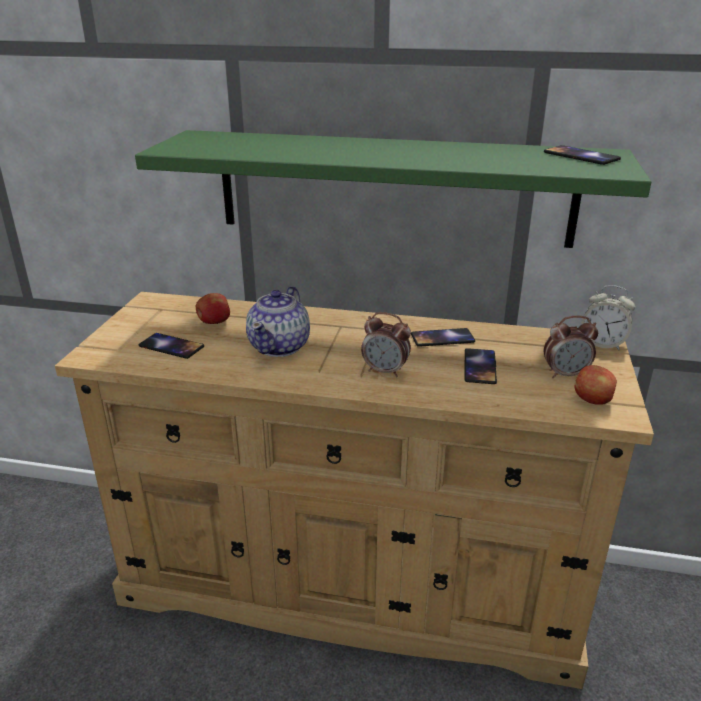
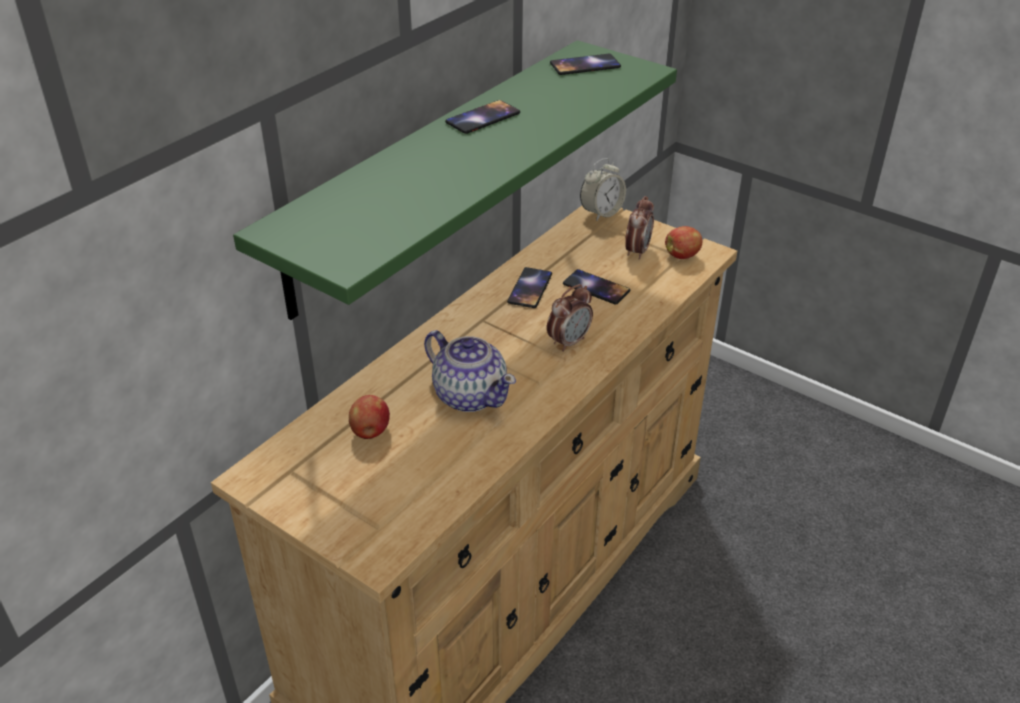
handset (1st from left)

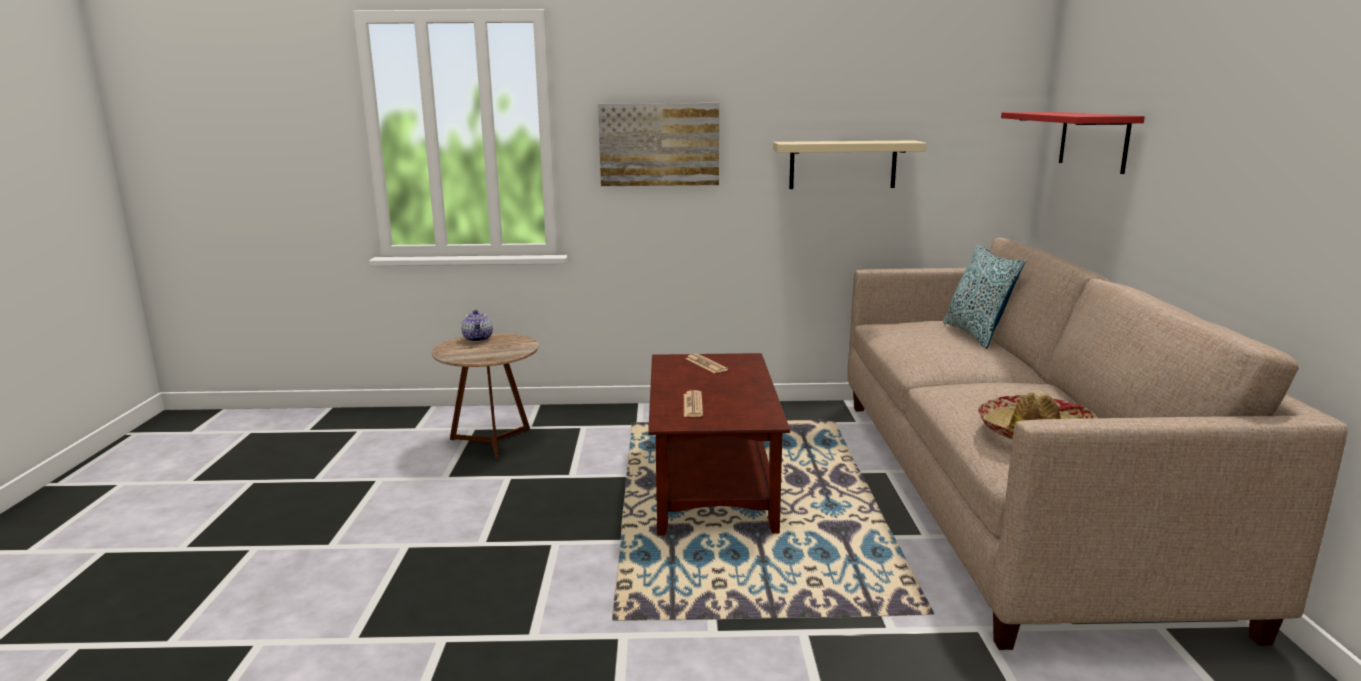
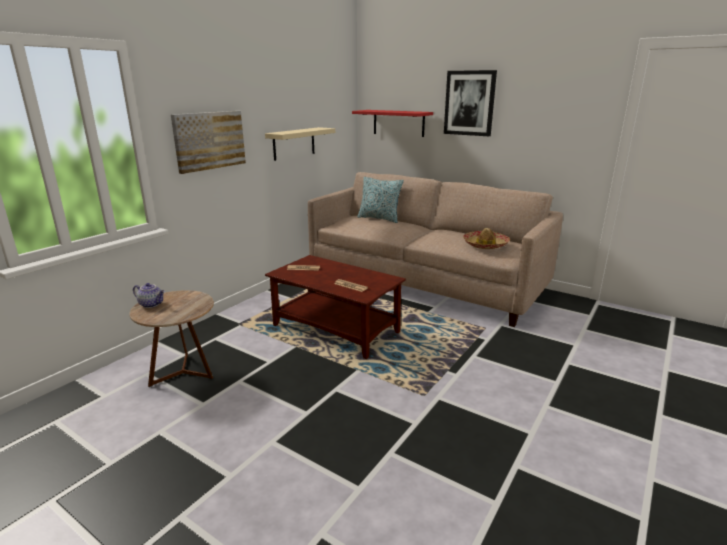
picture (2nd from left)

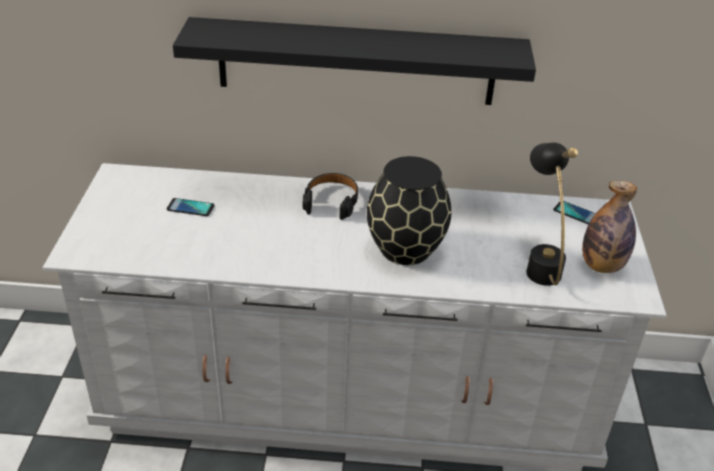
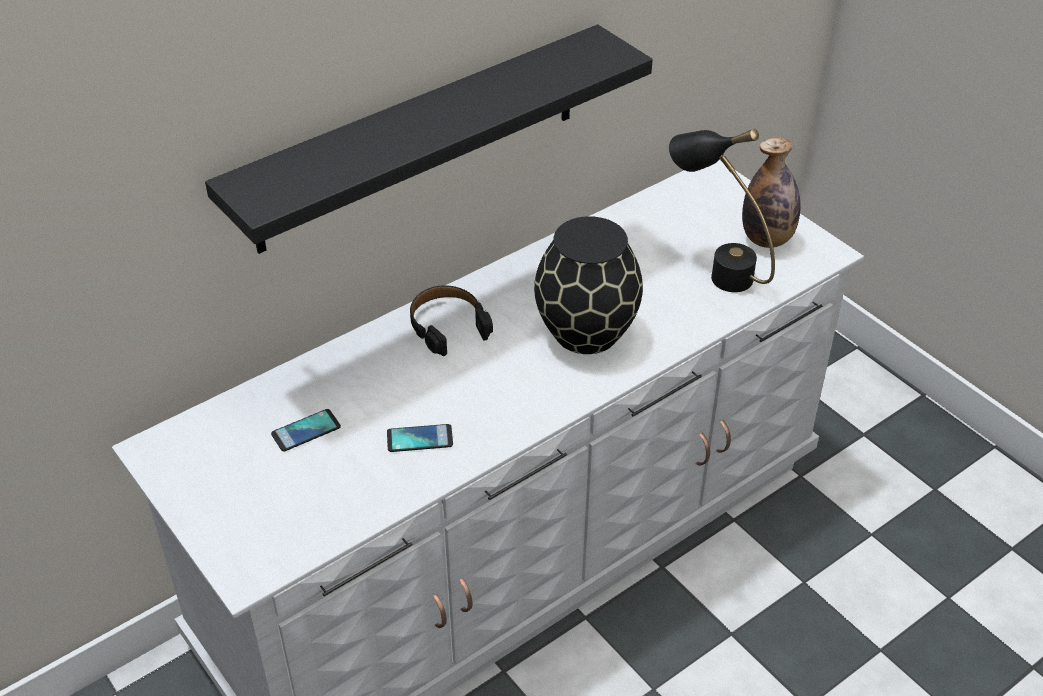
handset (2nd from left)

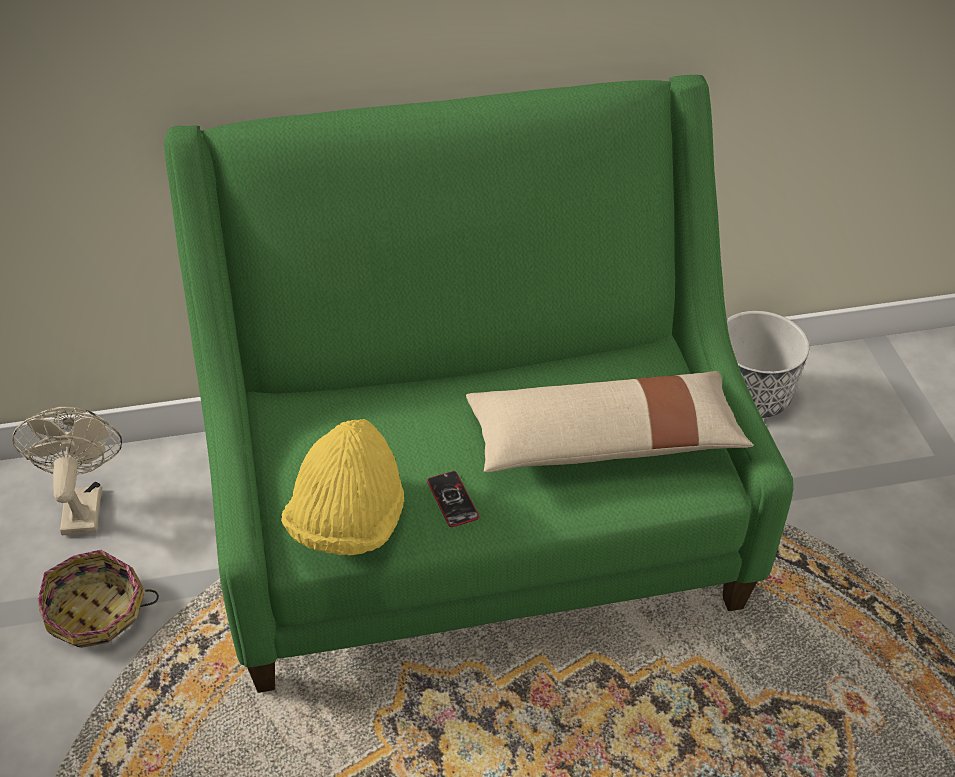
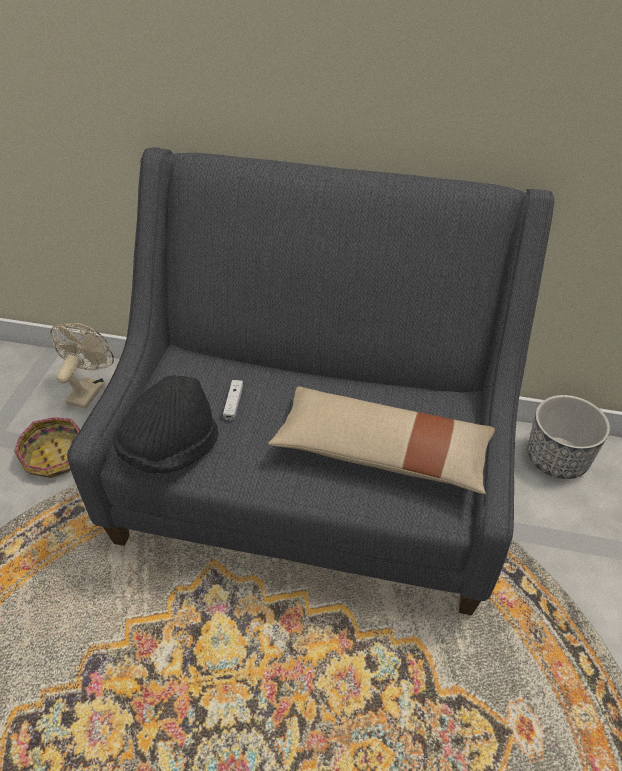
gray settee
black-coloured wearable hat
white-coloured joypad
handset

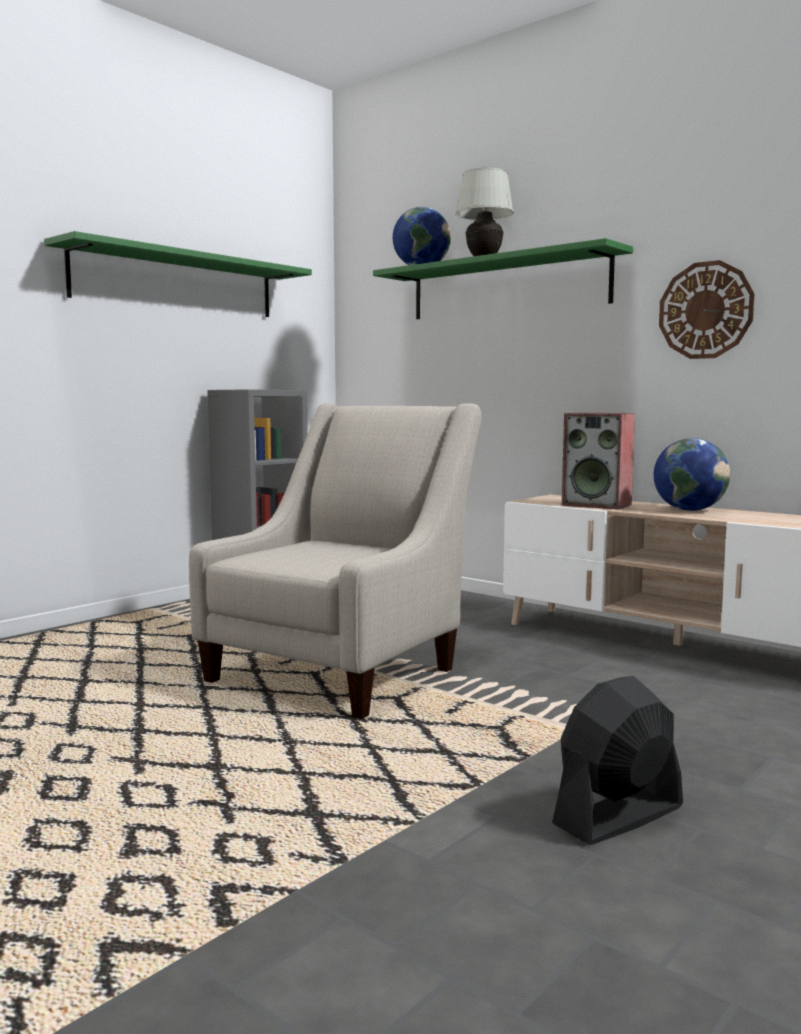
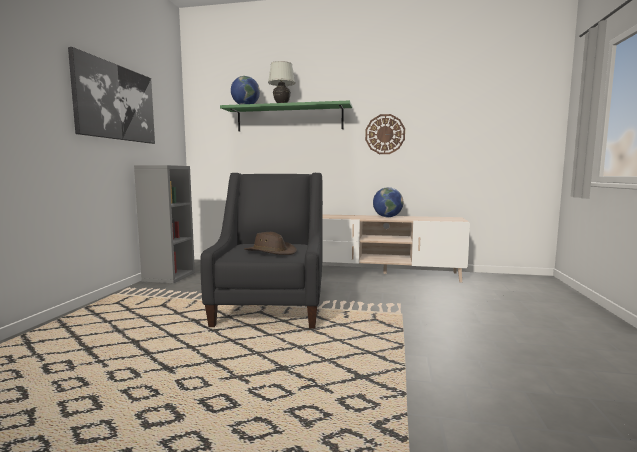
picture
black-coloured easy chair
brownish wearable hat
black-coloured fan
audio speaker

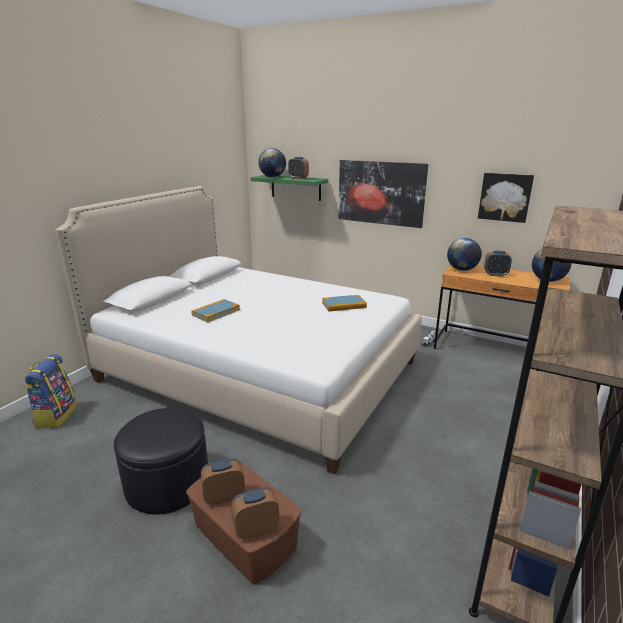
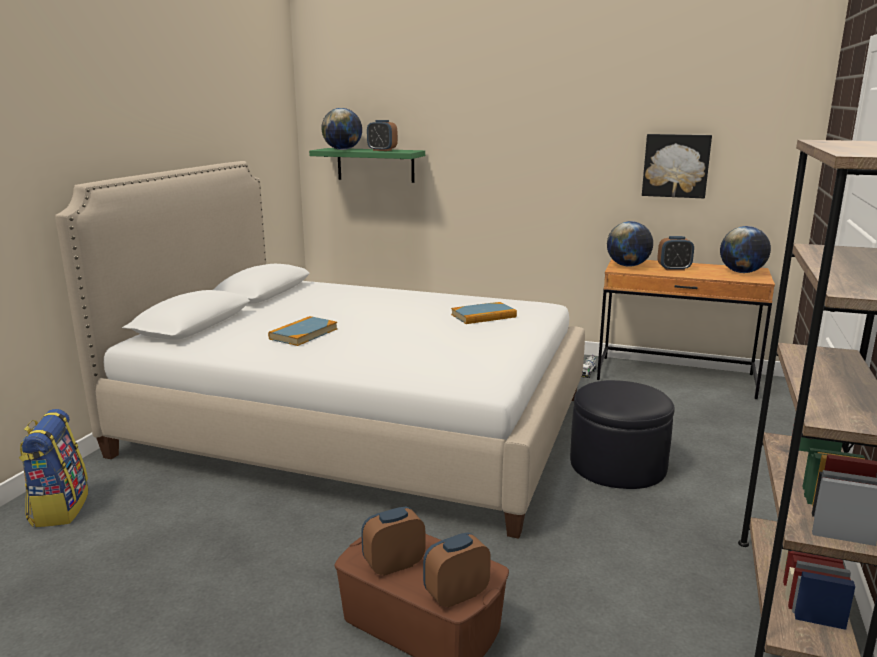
black-coloured ottoman
picture (1st from left in the first image)

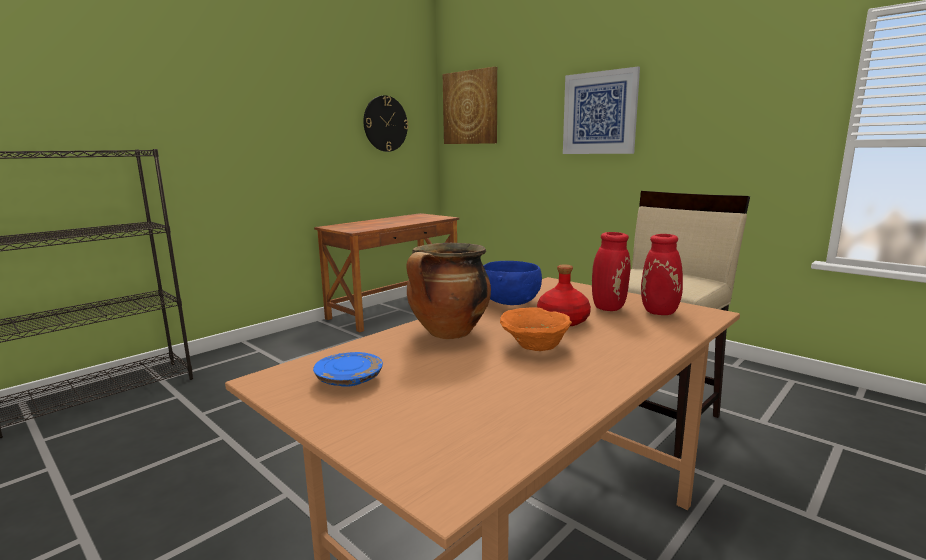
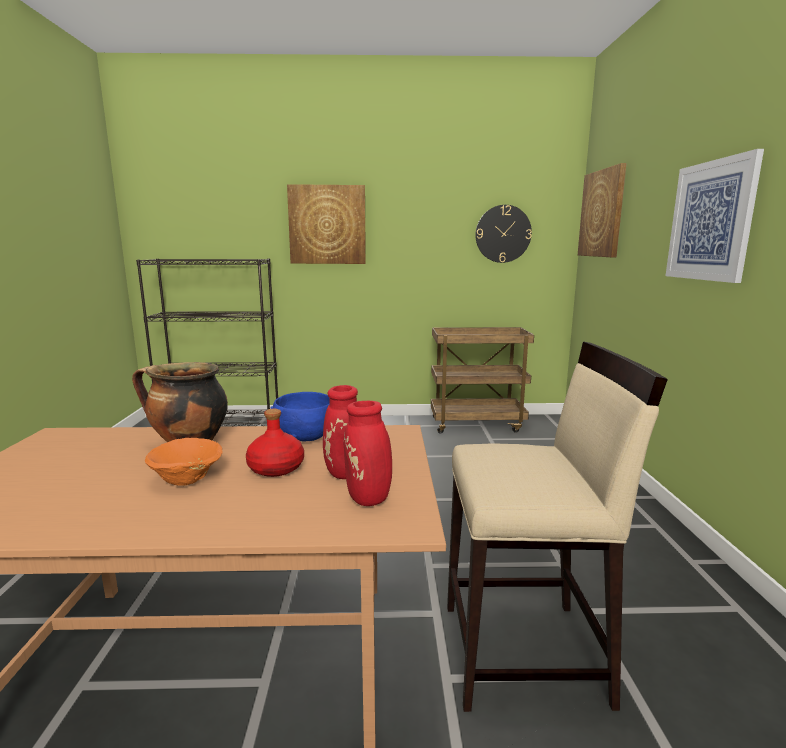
picture (1st from left)
brownish wheeled cart
blue dinner plate

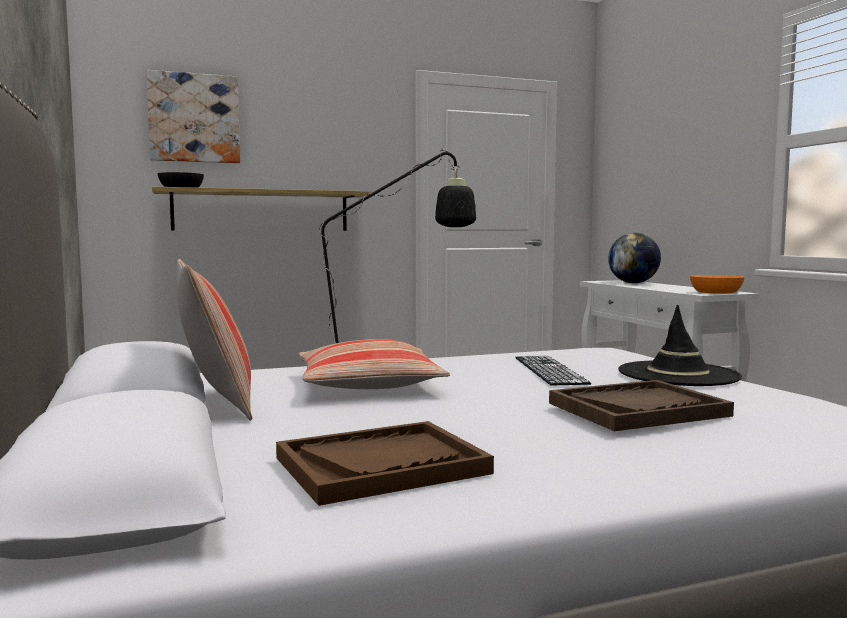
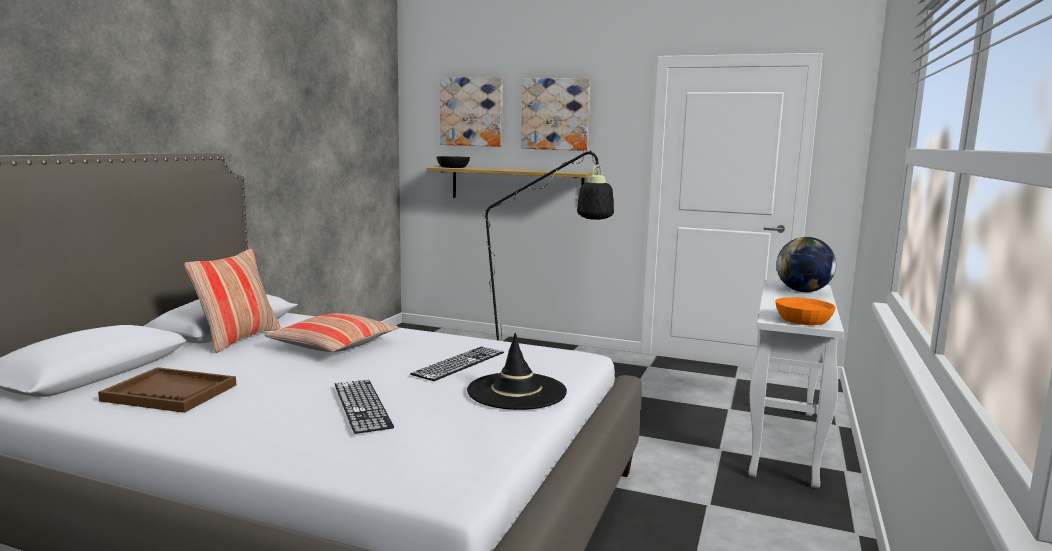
PC keyboard (1st from left)
picture (2nd from left)

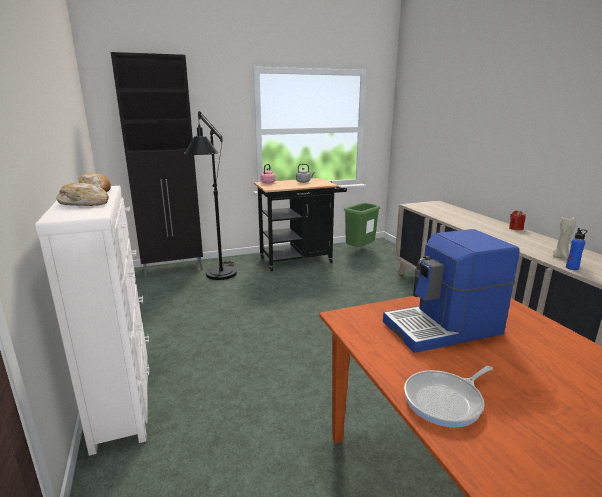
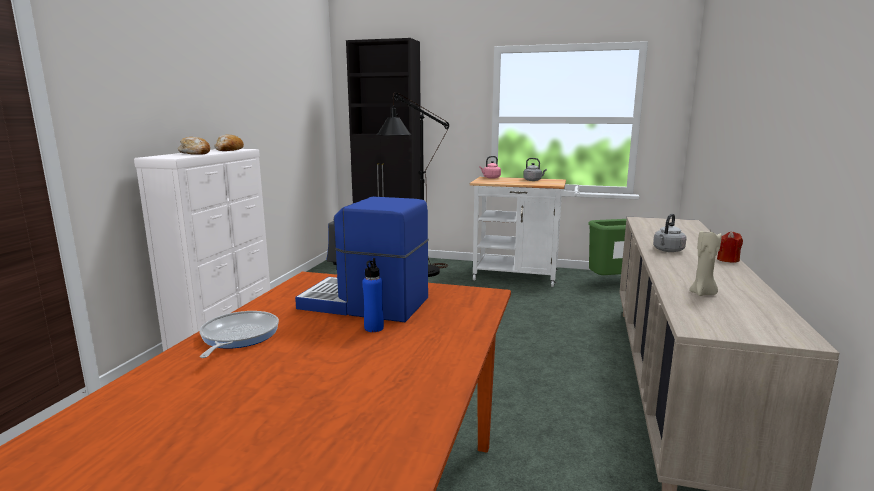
frying pan
blue beverage bottle
white-coloured wheeled cart
gray tea kettle (2nd from left)

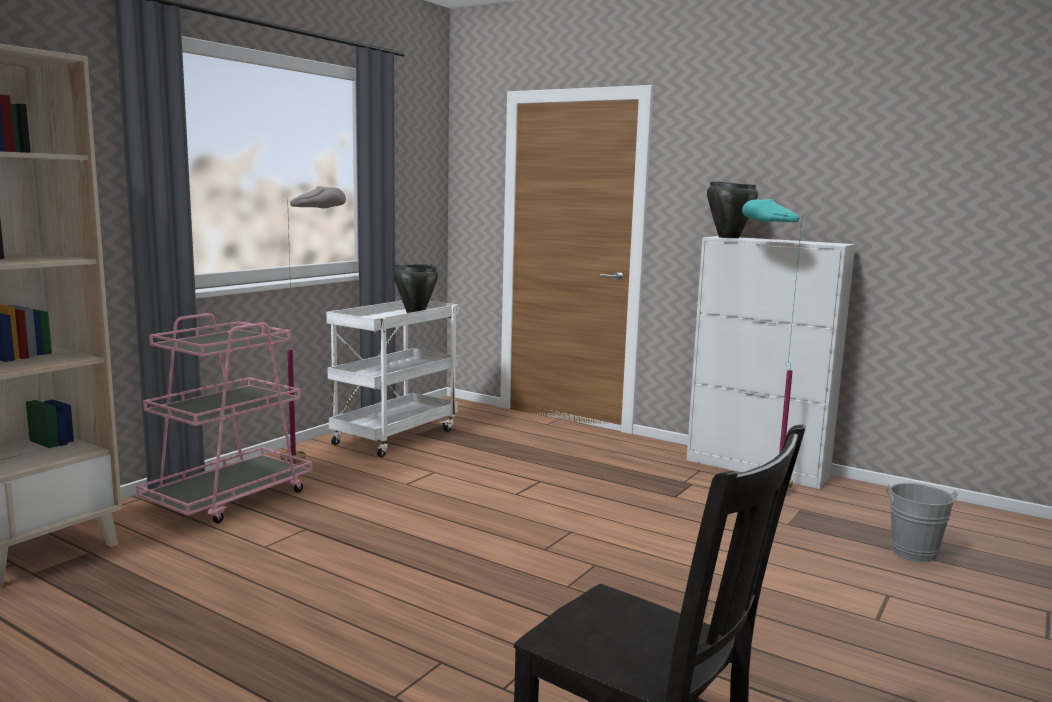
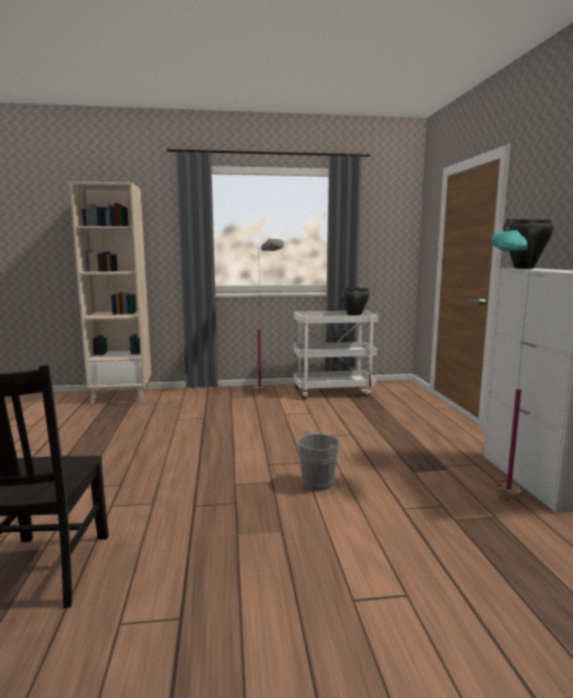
gray water bucket
pinkish wheeled cart

